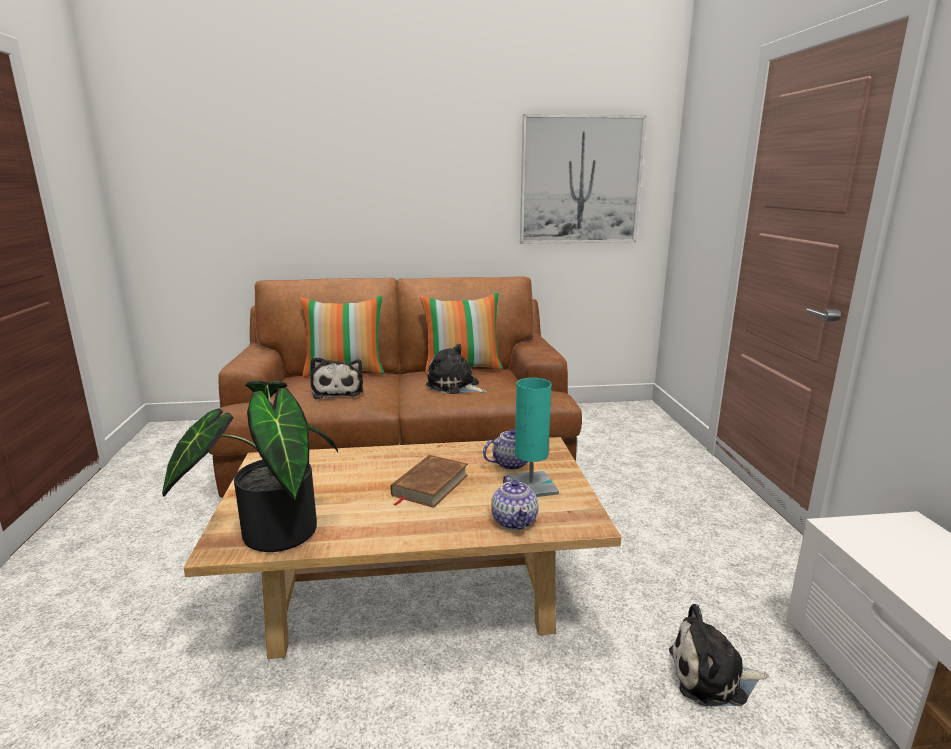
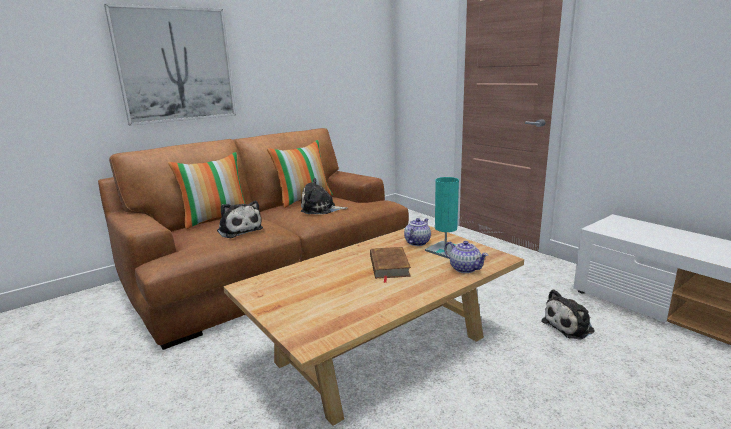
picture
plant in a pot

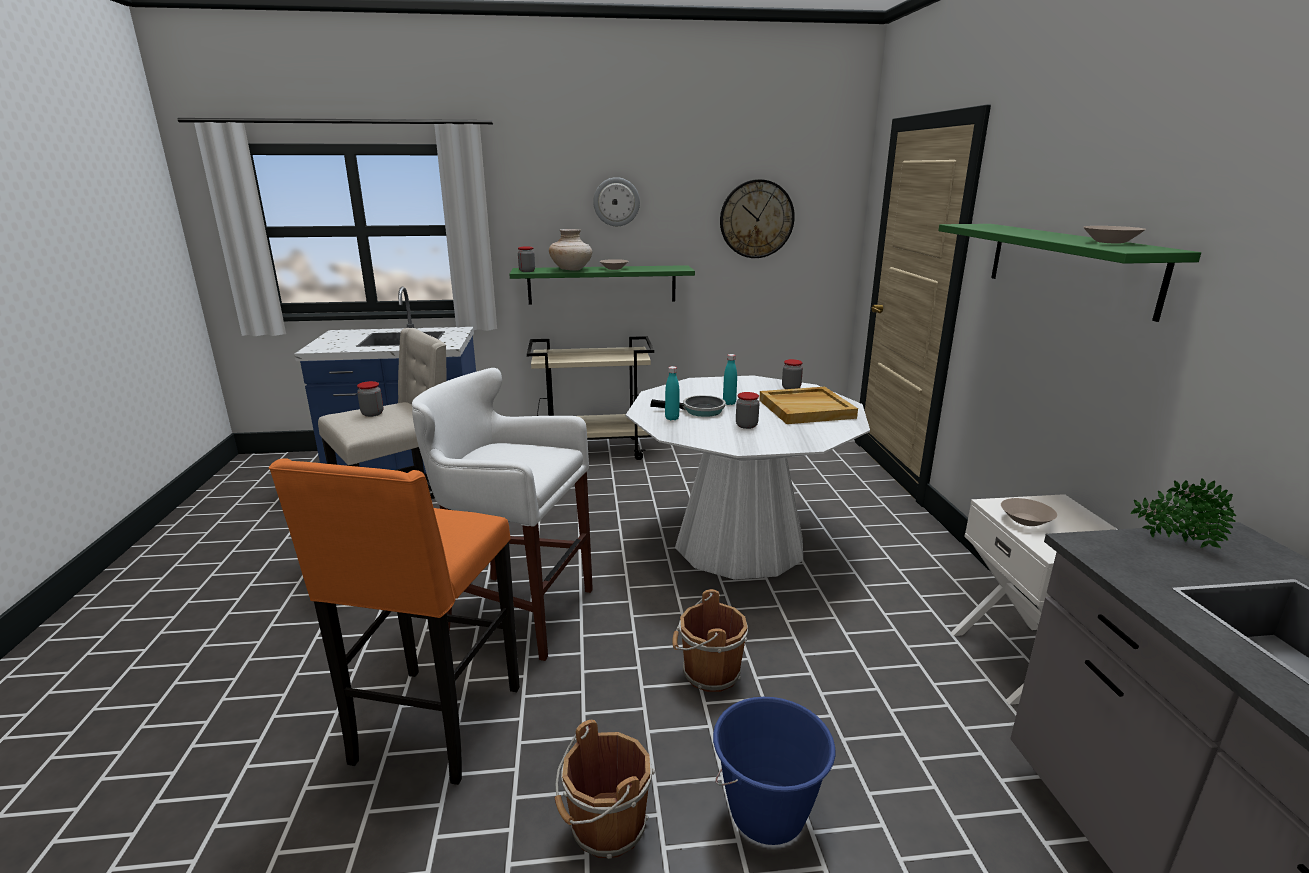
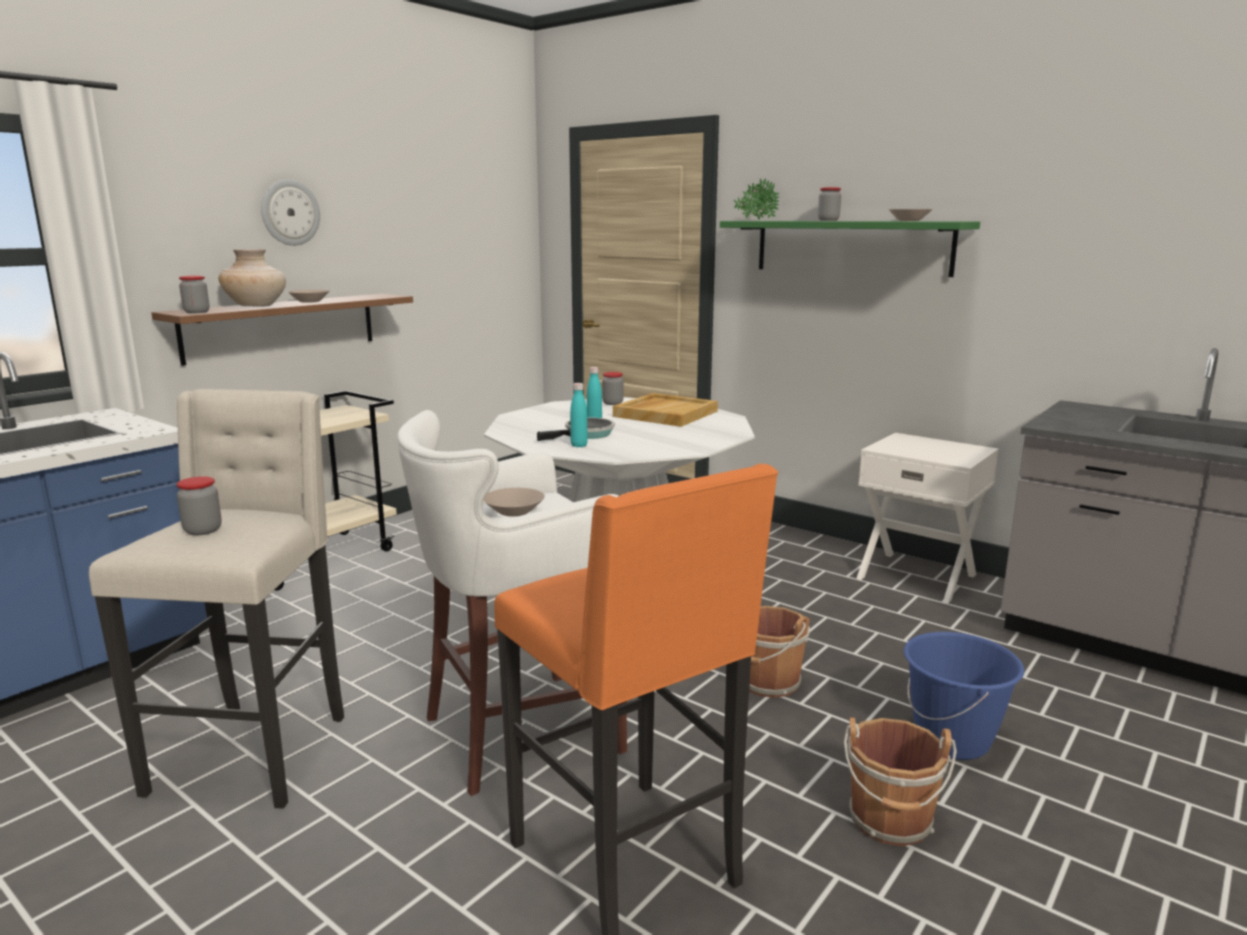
brownish bracket shelf
beige-coloured serving bowl (2nd from left)
plant in a pot
storage jar (4th from left)
wall clock (2nd from left in the first image)

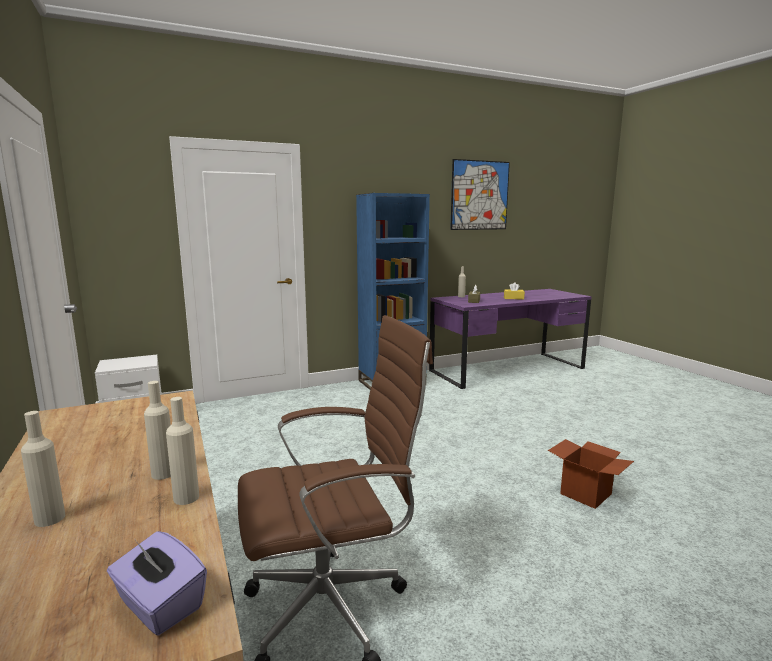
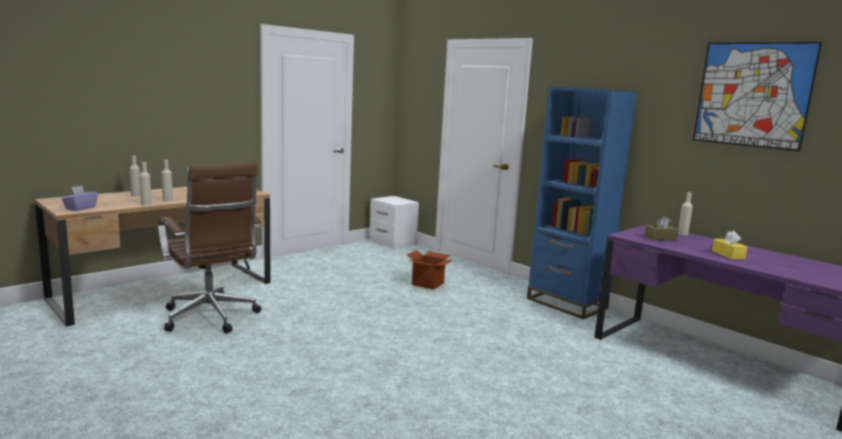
carton

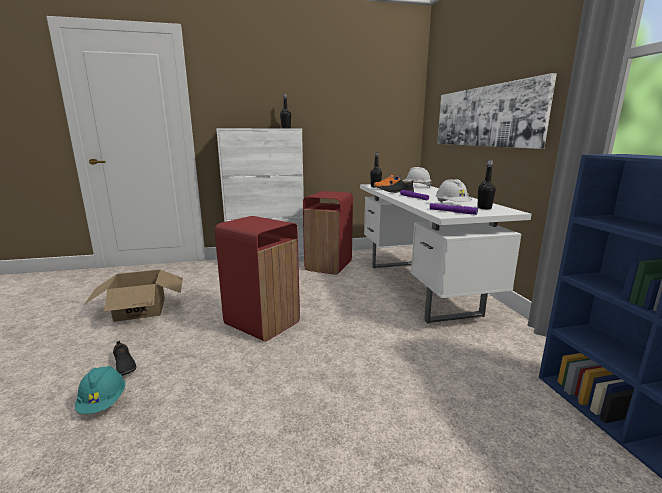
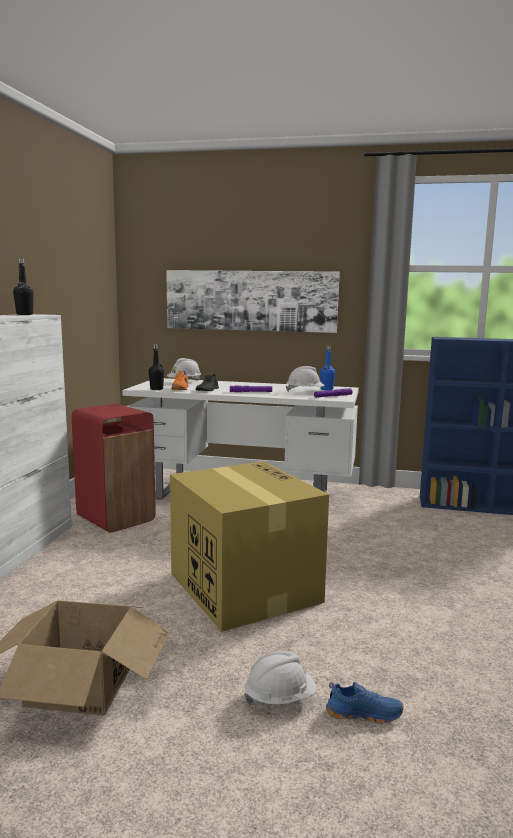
carton (2nd from left)
white-coloured safety helmet (2nd from left)
blue beverage bottle
blue low shoe

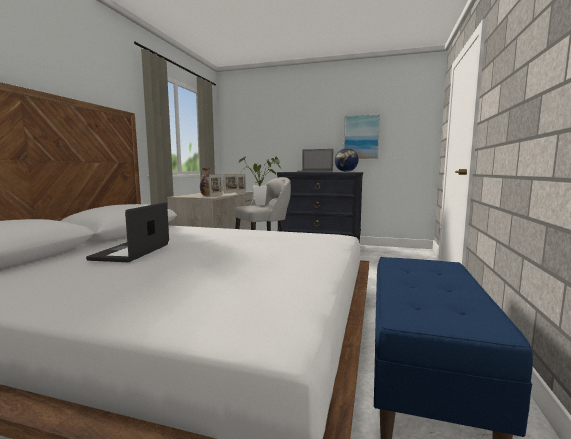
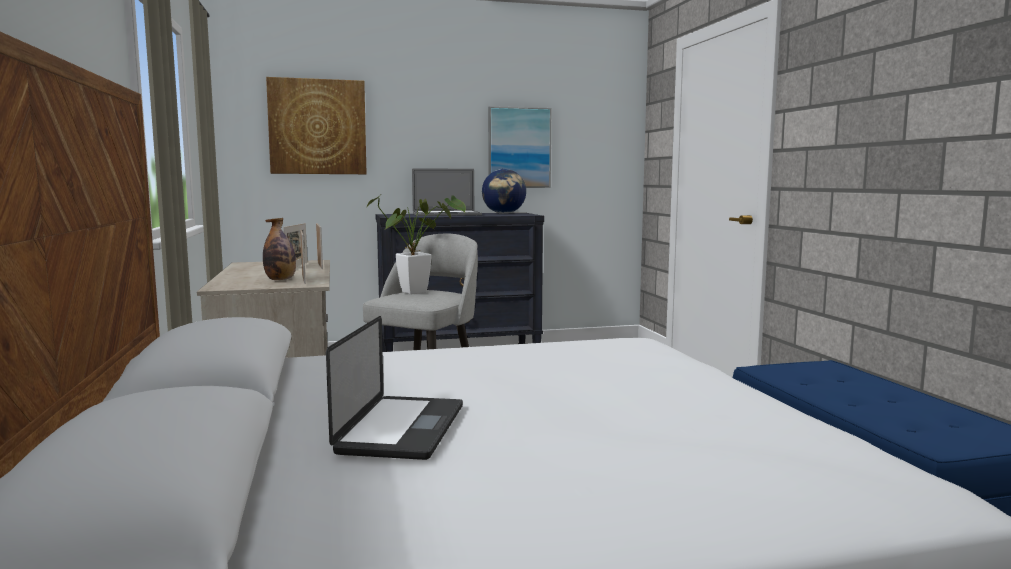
picture (1st from left)
laptop (1st from left)

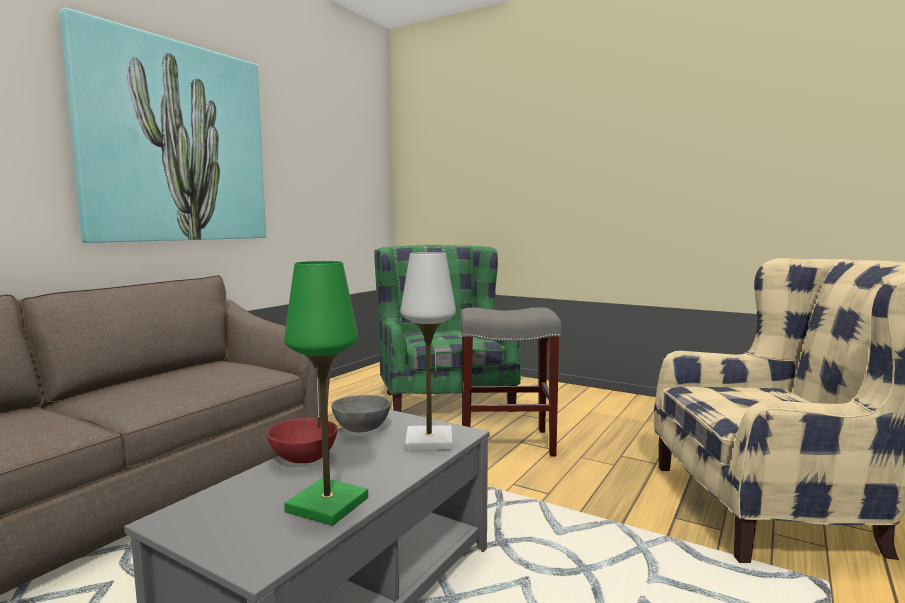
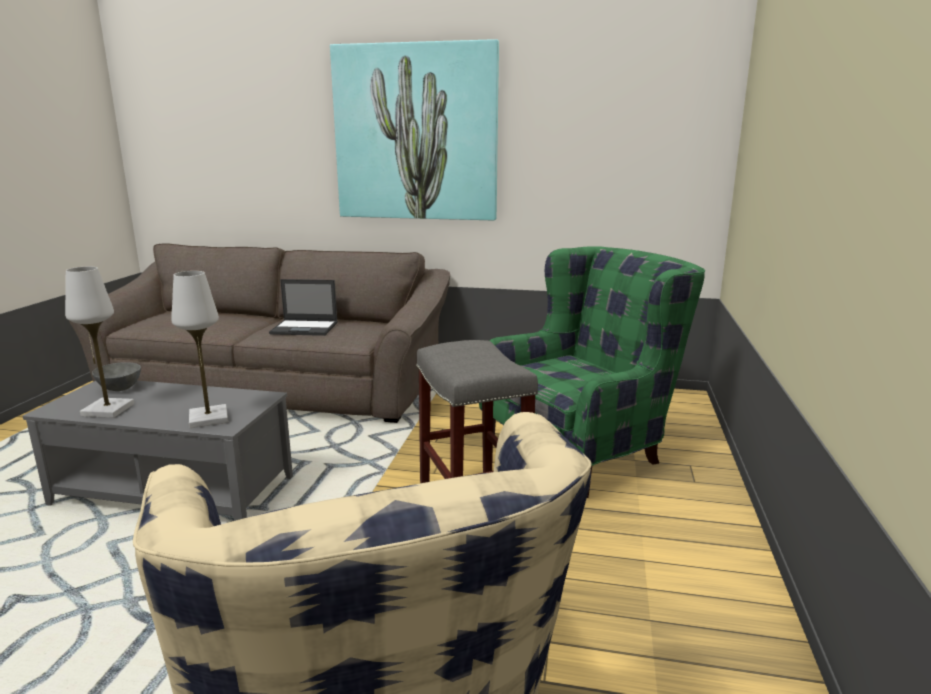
white-coloured tabletop lamp (1st from left)
gray serving bowl
laptop
red-coloured serving bowl

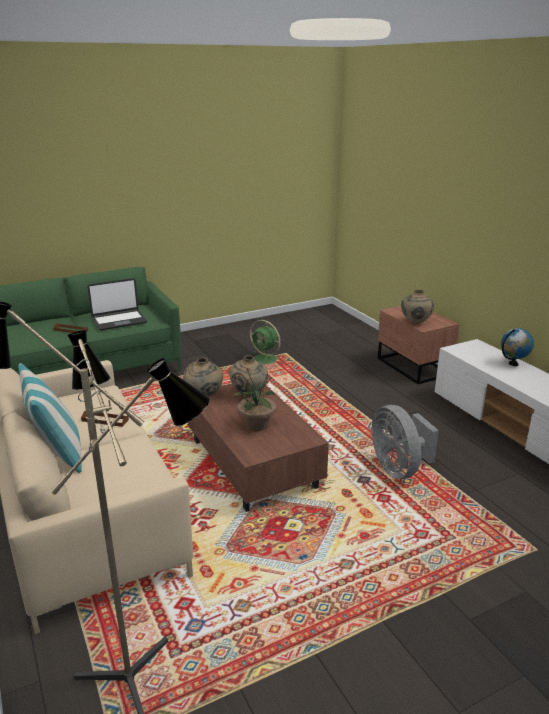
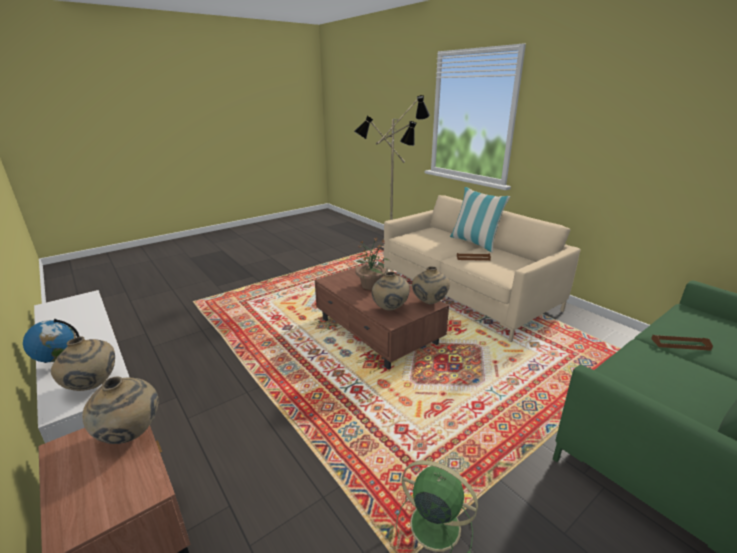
beige-coloured vase (1st from left)
laptop
gray fan

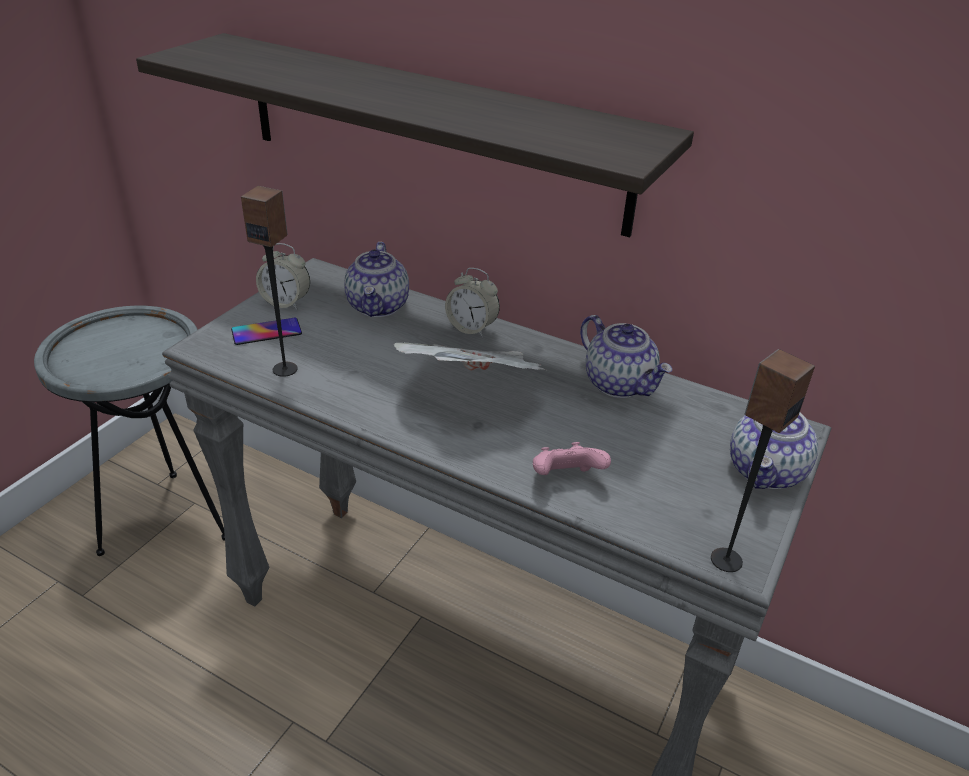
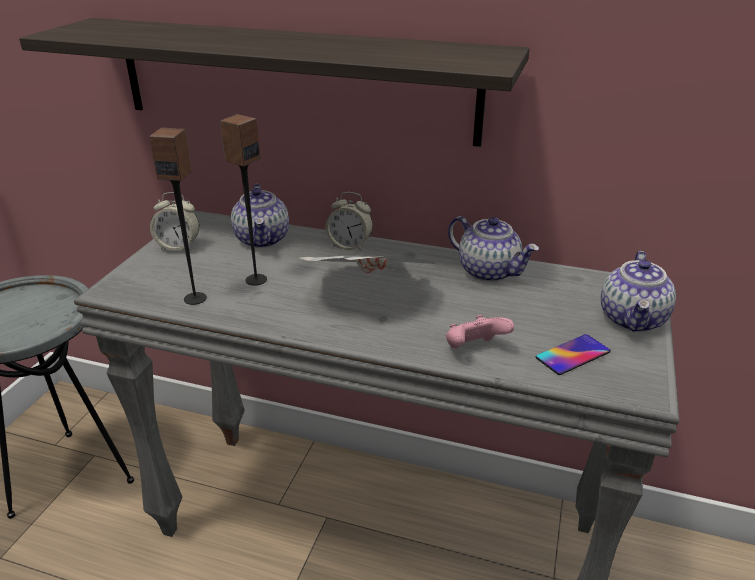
audio speaker (2nd from left)
handset

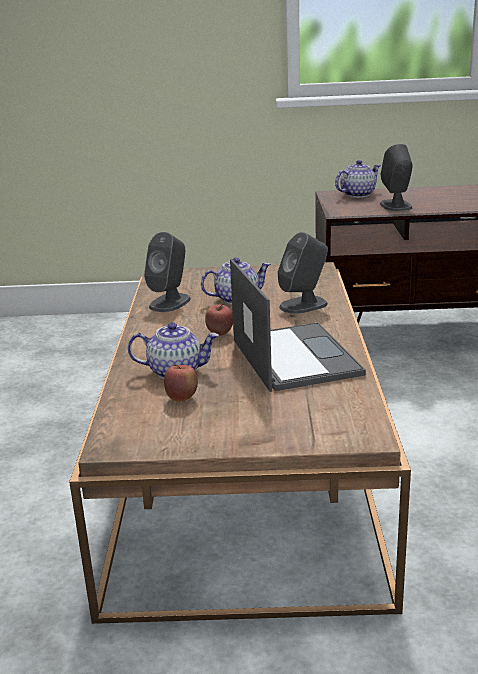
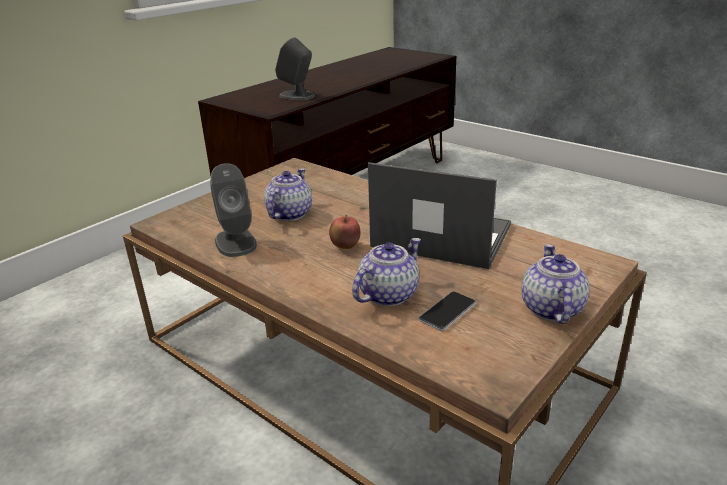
handset
teapot (3rd from left)
gray audio speaker (2nd from left in the first image)

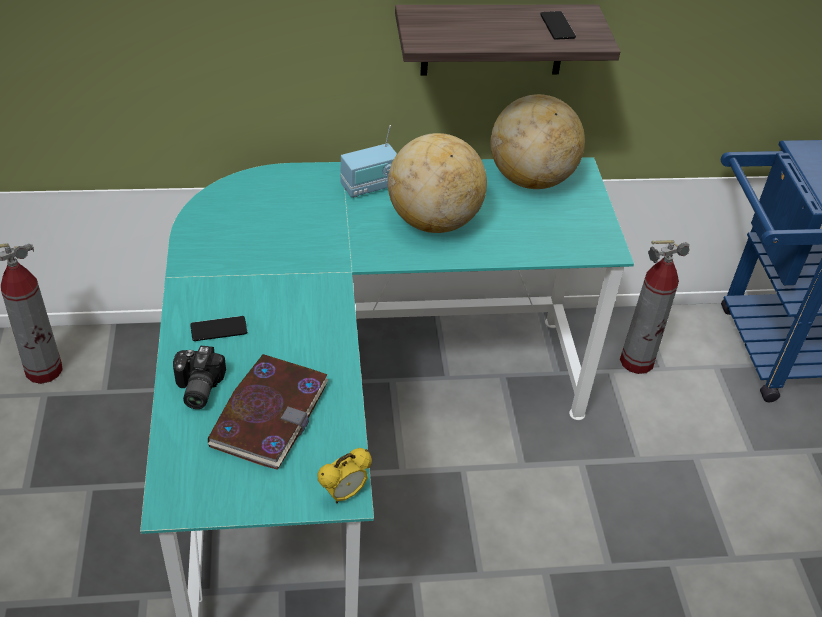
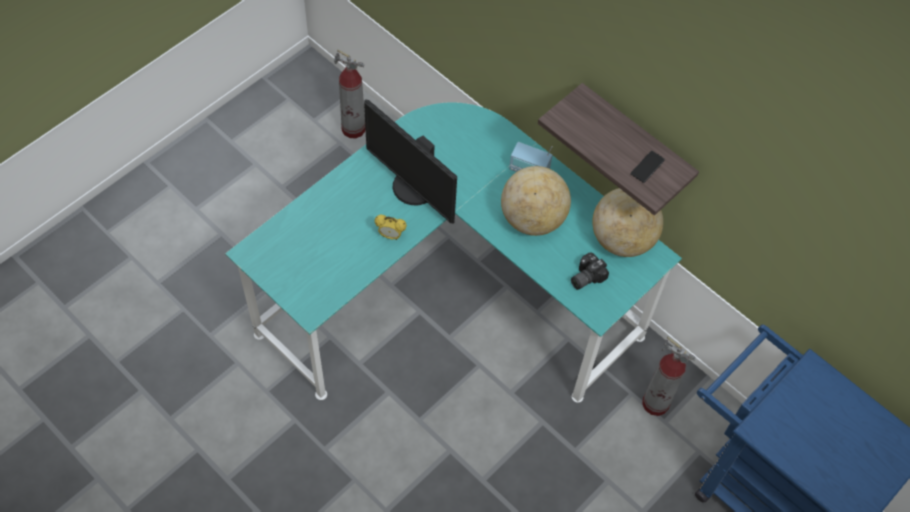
computer screen
bedside clock
still camera
handset (1st from left in the first image)
bound book

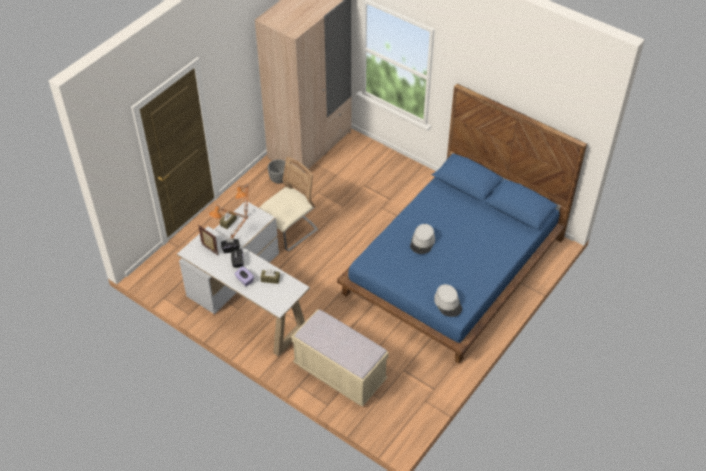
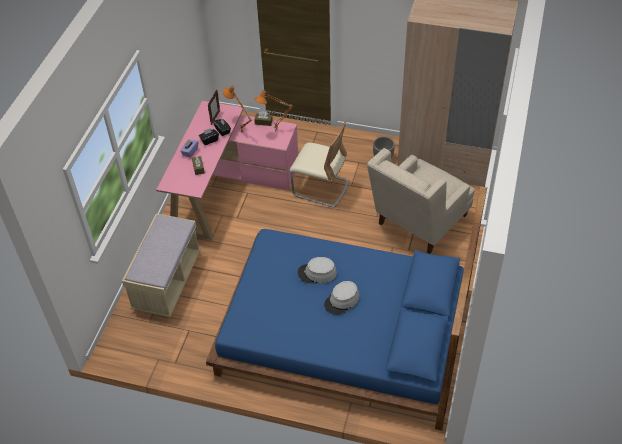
pinkish desk unit
gray wearable hat (2nd from left)
beige-coloured easy chair

